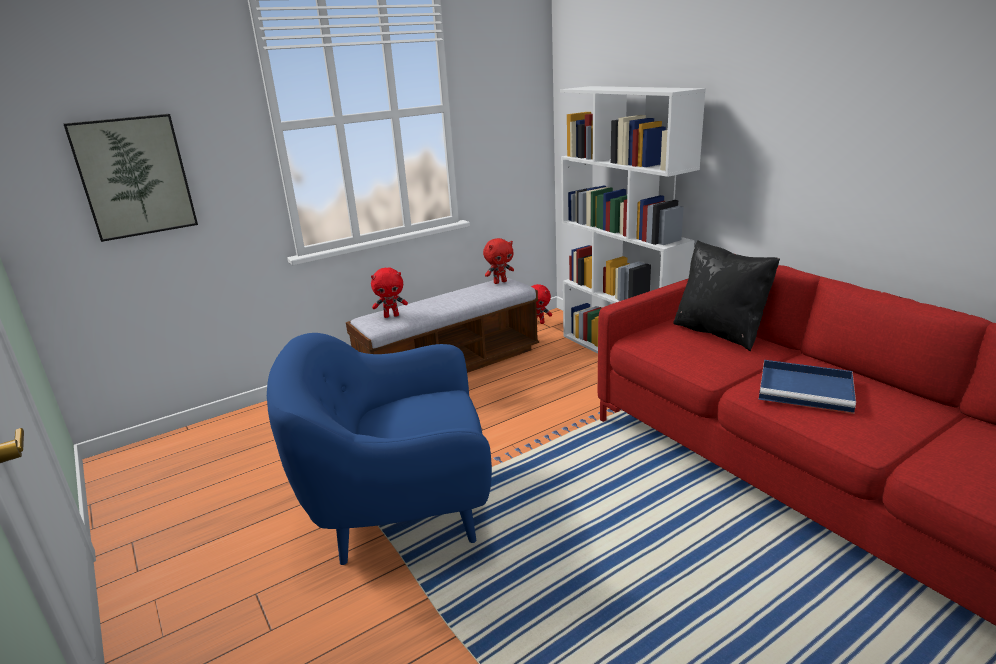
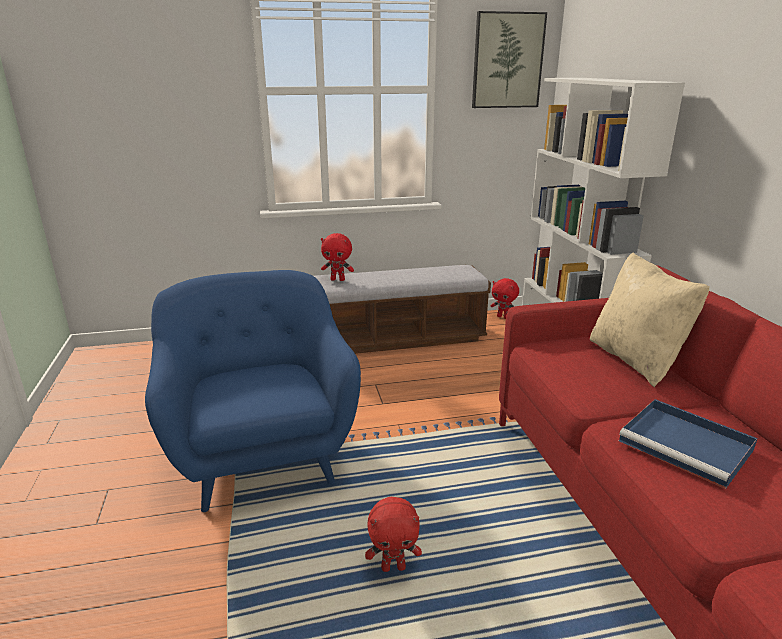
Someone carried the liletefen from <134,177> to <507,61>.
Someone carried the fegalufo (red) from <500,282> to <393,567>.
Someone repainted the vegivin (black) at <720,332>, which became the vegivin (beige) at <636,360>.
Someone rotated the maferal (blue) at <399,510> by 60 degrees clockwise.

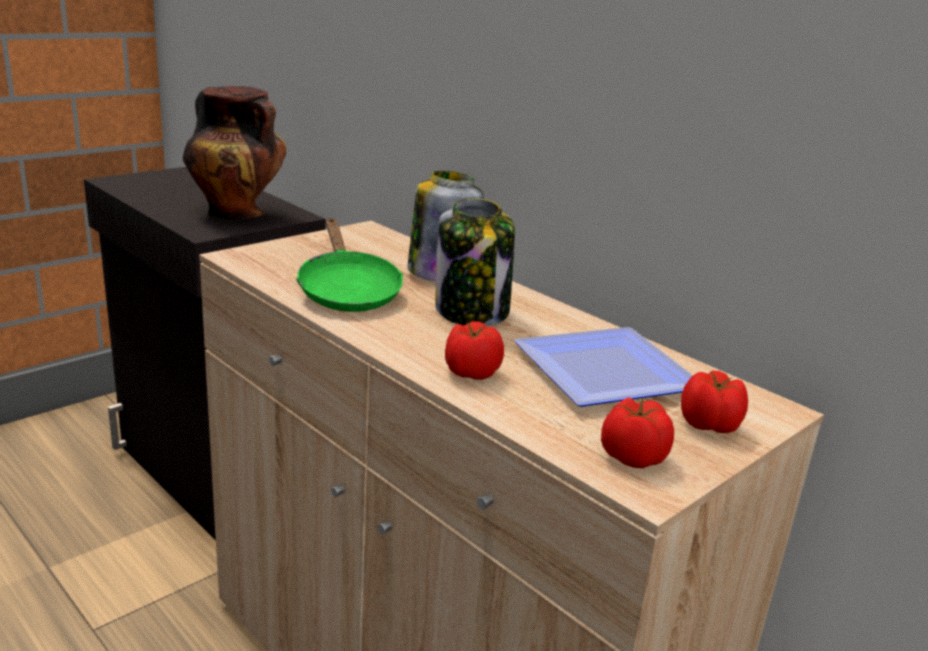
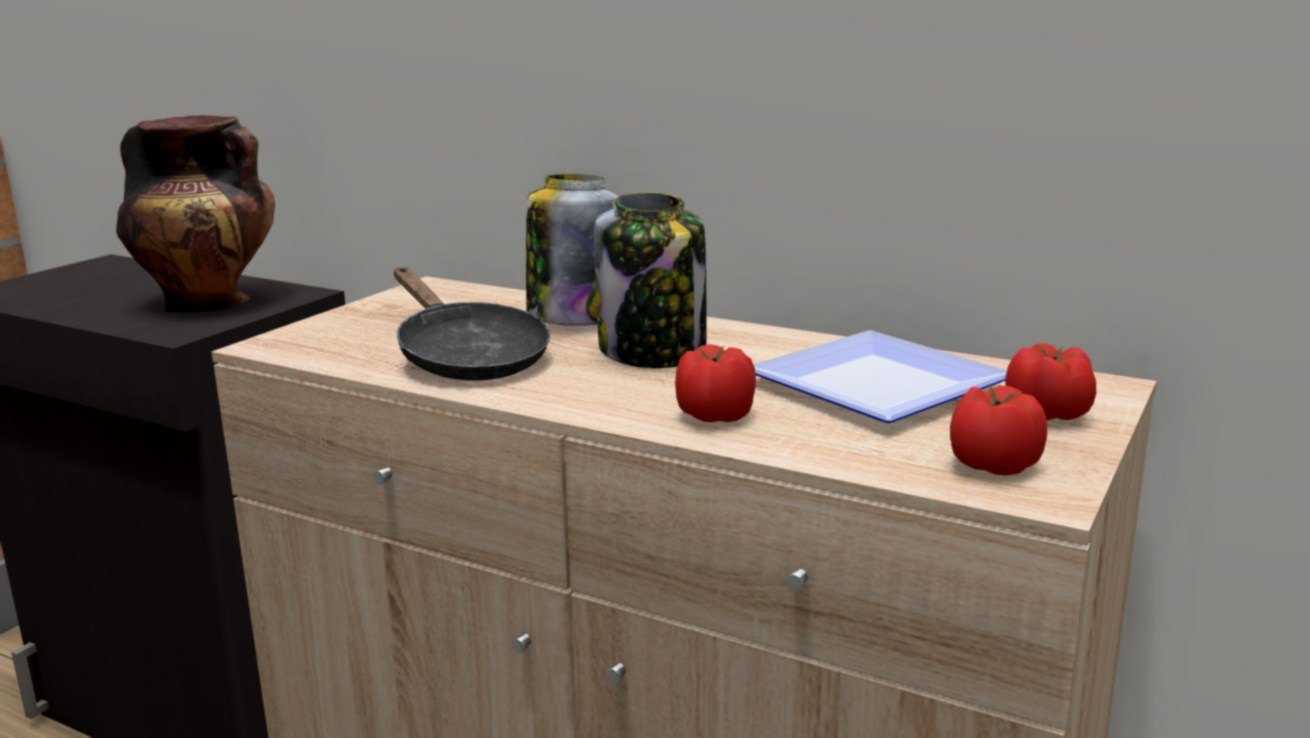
Someone repainted the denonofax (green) at <347,291>, which became the denonofax (black) at <466,358>.

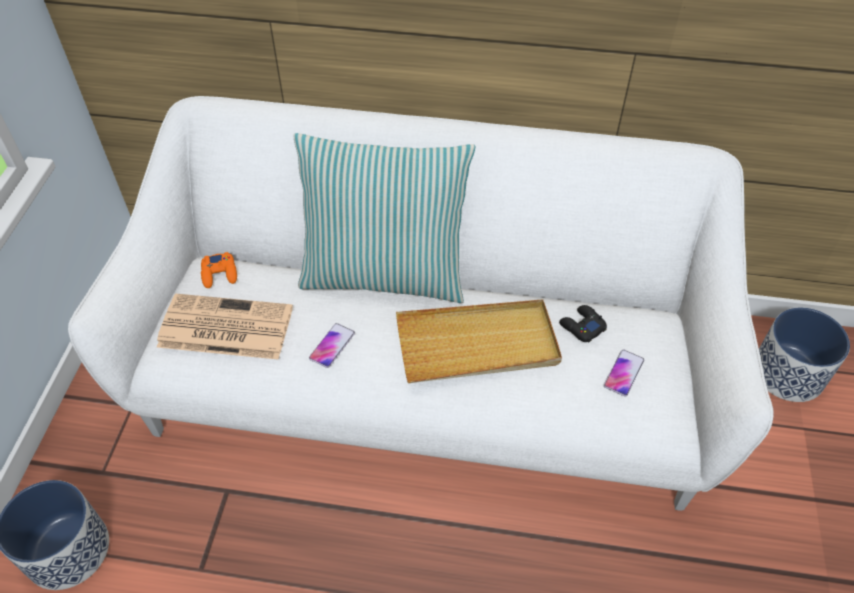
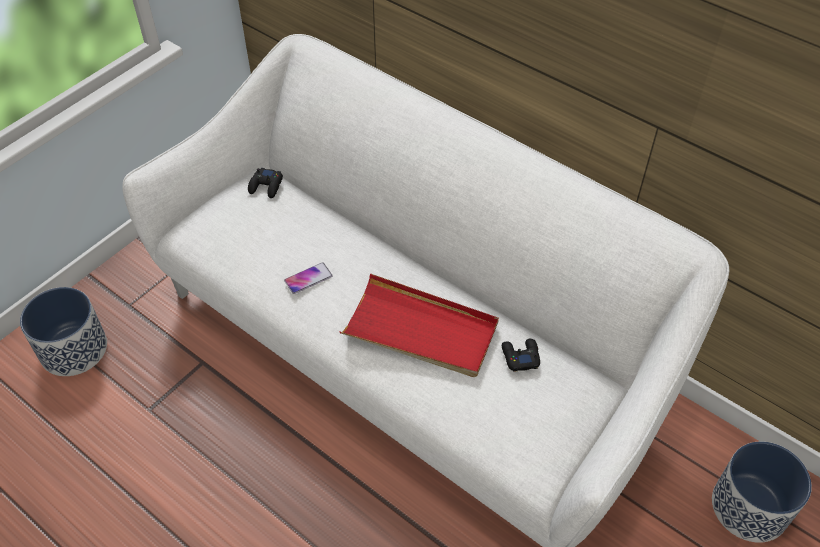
Someone took away the vegivin at <384,274>.
Someone repainted the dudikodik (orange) at <220,273>, which became the dudikodik (black) at <266,186>.
Someone took away the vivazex at <224,328>.
Someone repainted the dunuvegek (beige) at <477,345>, which became the dunuvegek (red) at <421,330>.
Someone took away the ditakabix at <623,373>.

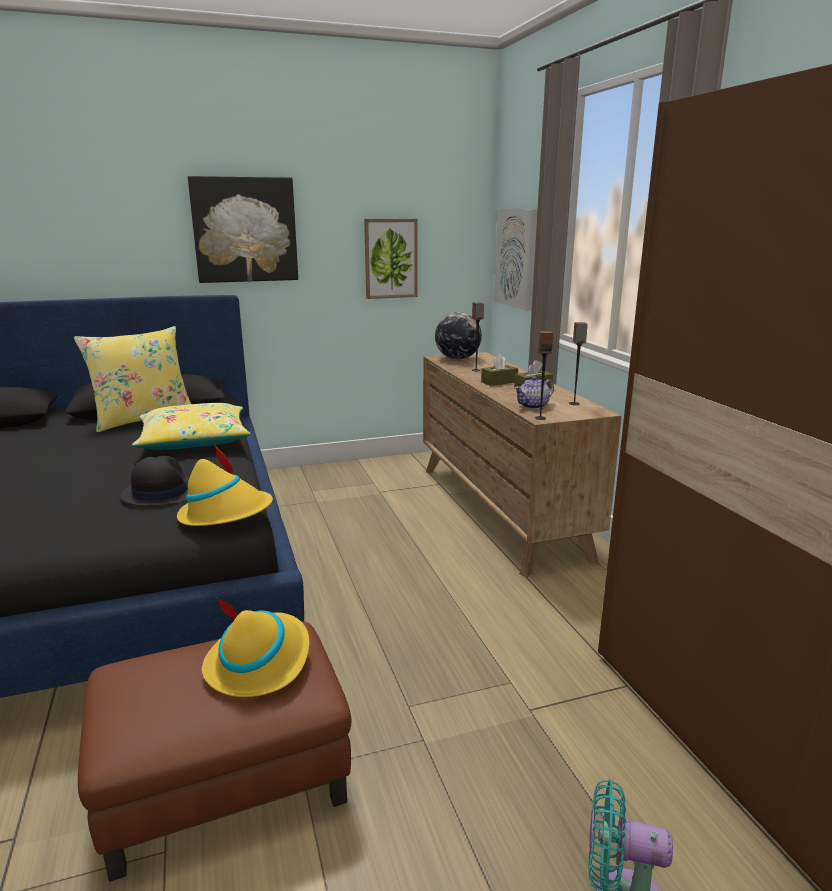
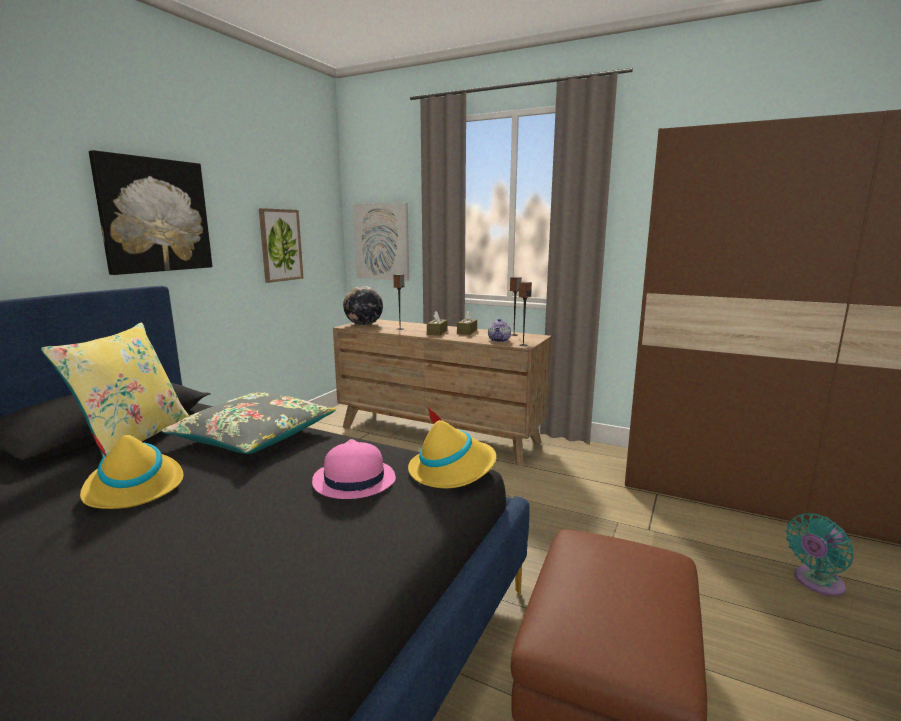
Someone repainted the vegivin (yellow) at <194,440>, which became the vegivin (grey) at <254,437>.
Someone repainted the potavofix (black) at <160,492>, which became the potavofix (pink) at <353,480>.
Someone carried the potavofix (yellow) from <259,661> to <134,487>.

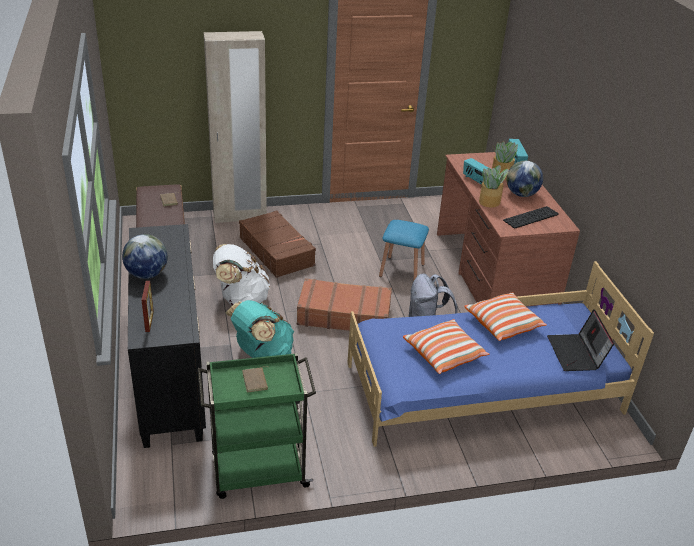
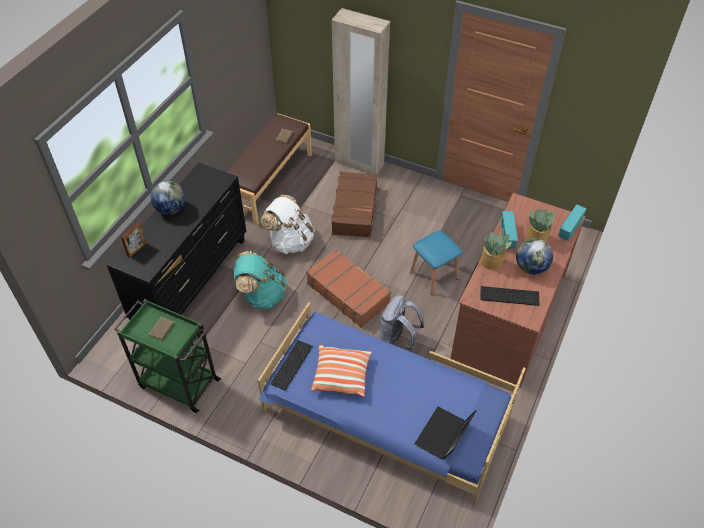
Someone took away the vegivin at <503,324>.
Someone put down the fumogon at <292,366>.

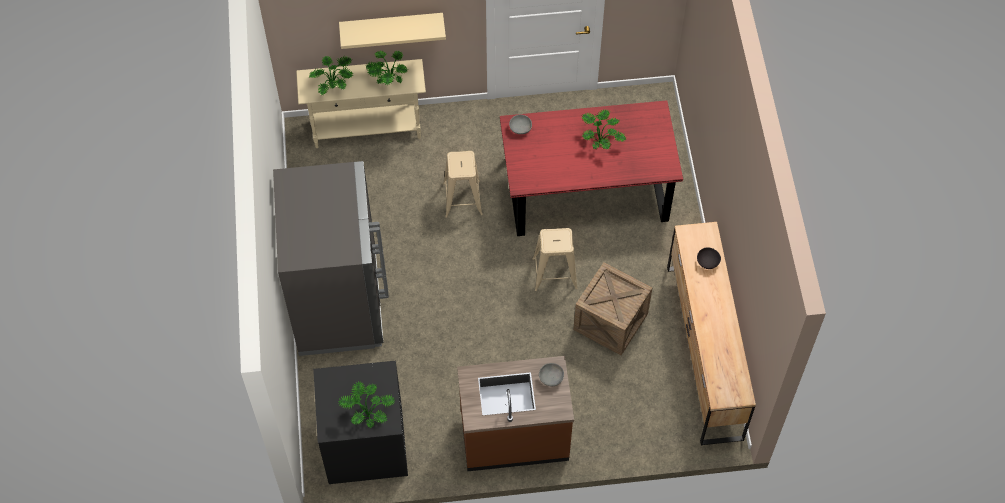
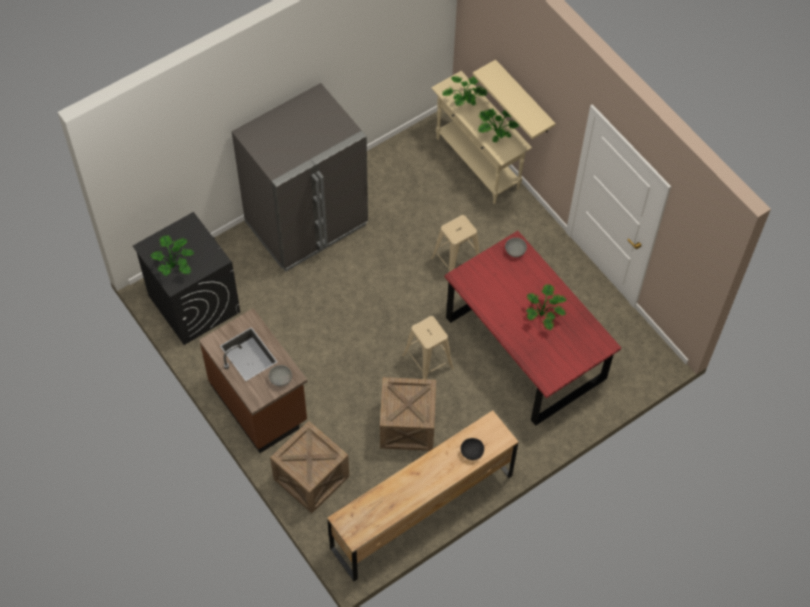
Someone put down the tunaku at <311,478>.

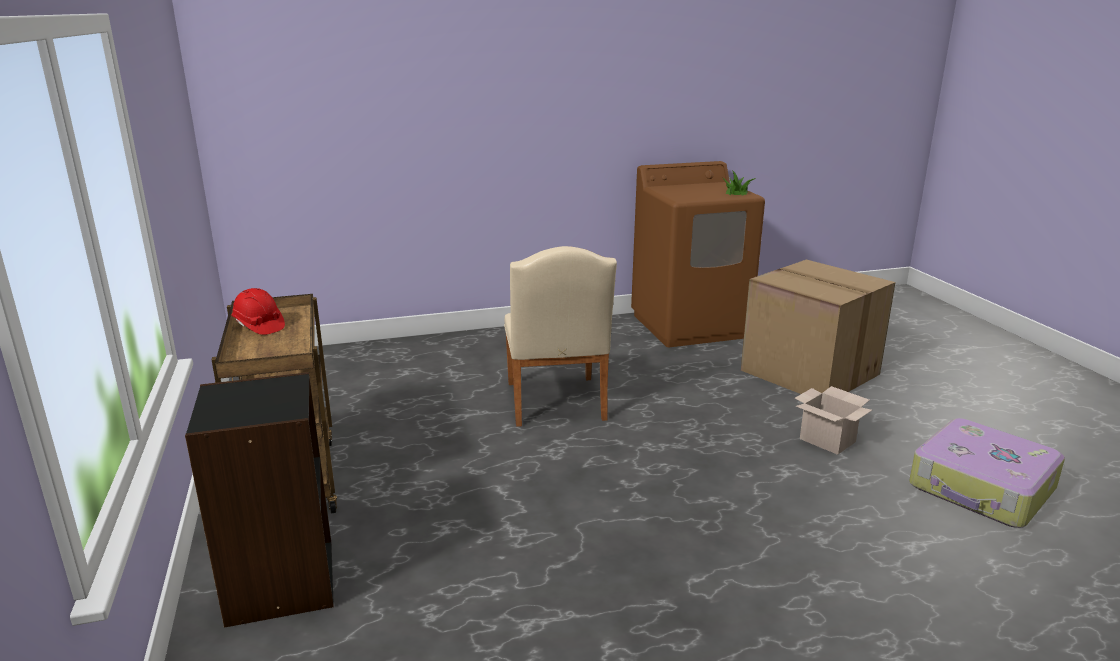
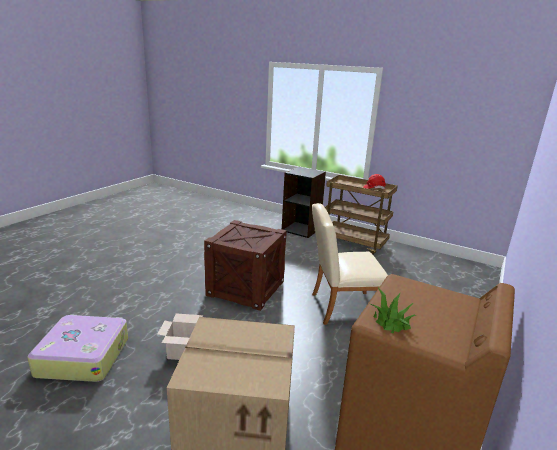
Someone rotated the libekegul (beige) at <556,405> by 45 degrees counterclockwise.
Someone put down the tunaku at <246,288>.

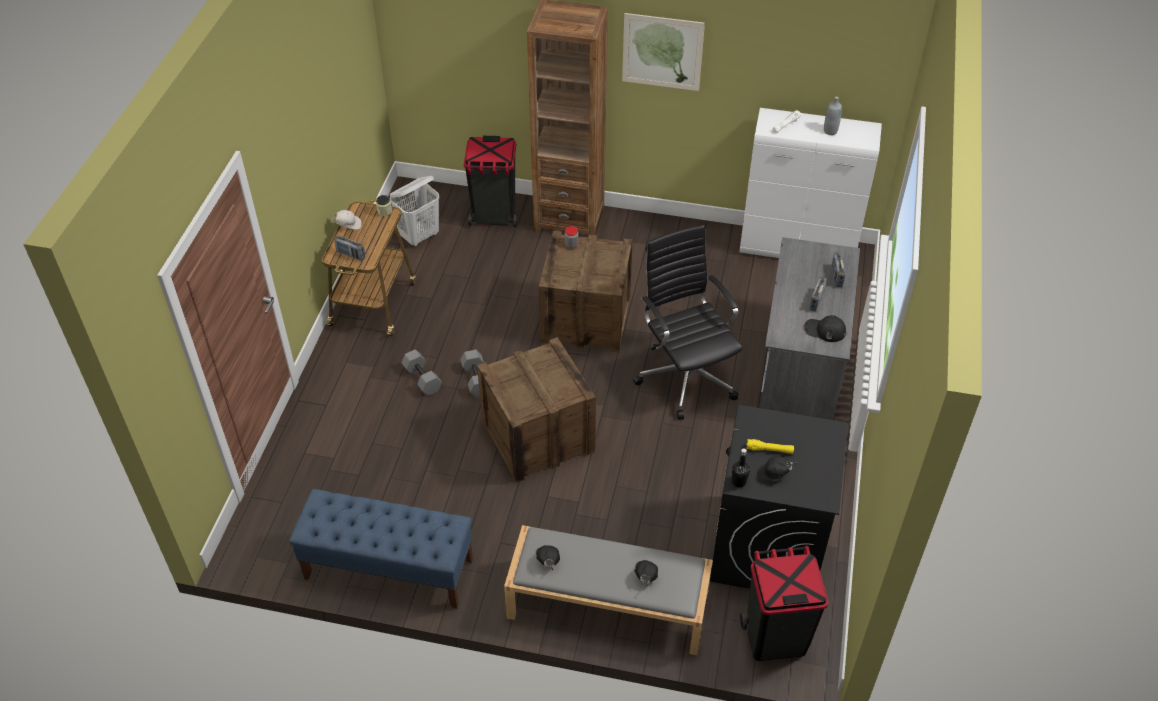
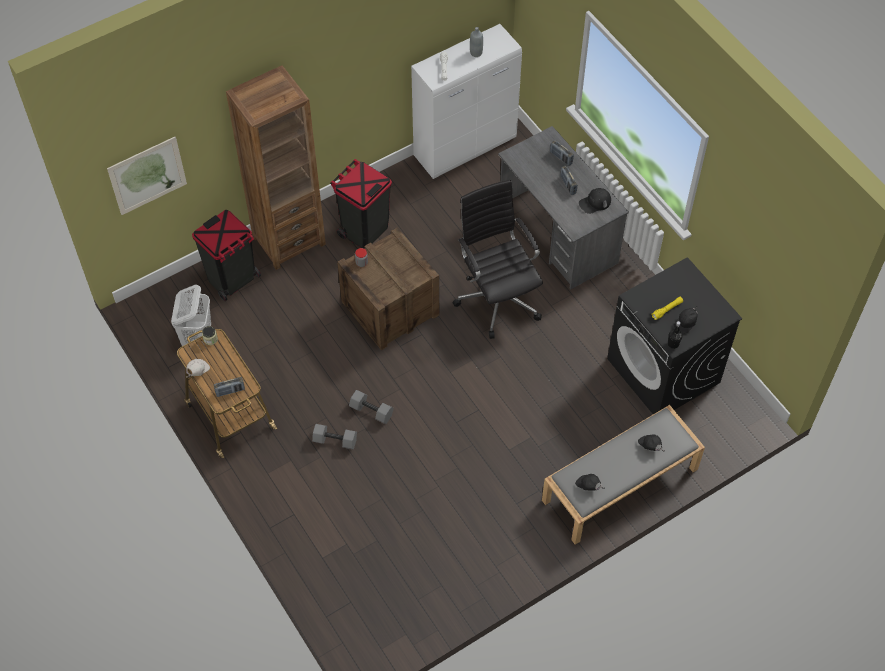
Someone carried the liletefen from <662,52> to <147,175>.
Someone rotated the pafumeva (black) at <686,375> by 45 degrees clockwise.
Someone took away the tunaku at <537,436>.
Someone took away the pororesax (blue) at <388,569>.
Someone carried the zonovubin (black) from <775,637> to <364,230>.

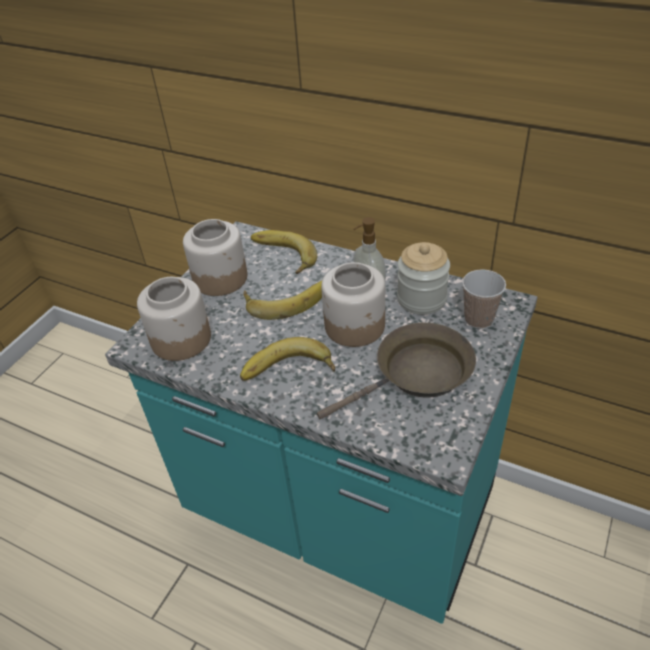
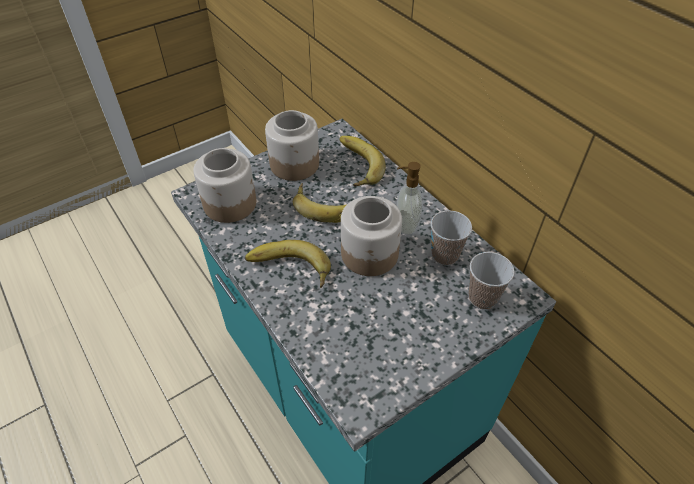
Someone swapped the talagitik at <421,299> for the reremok at <445,255>.
Someone took away the denonofax (brown) at <417,375>.

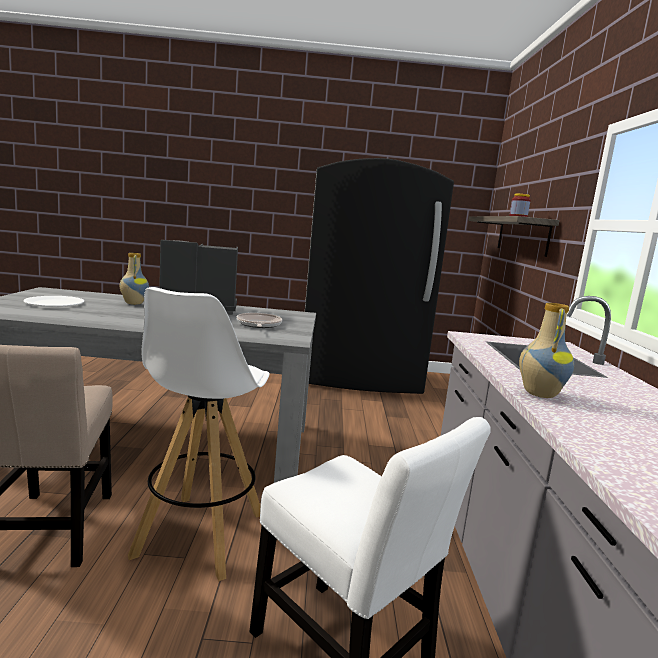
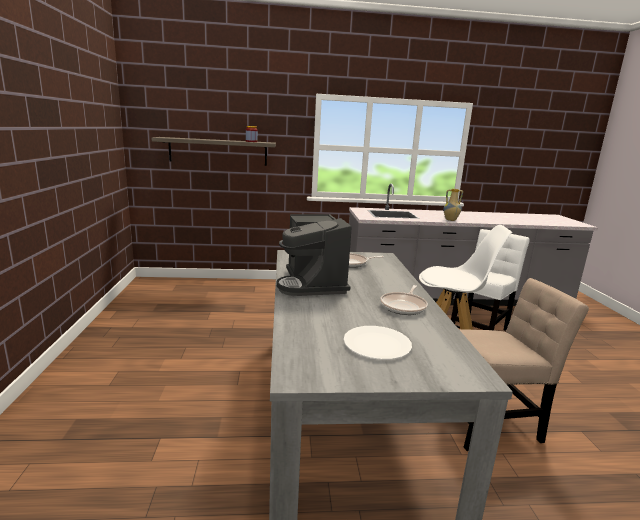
Someone took away the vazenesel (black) at <359,378>.
Someone took away the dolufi at <133,303>.
Someone put down the denonofax at <404,306>.

